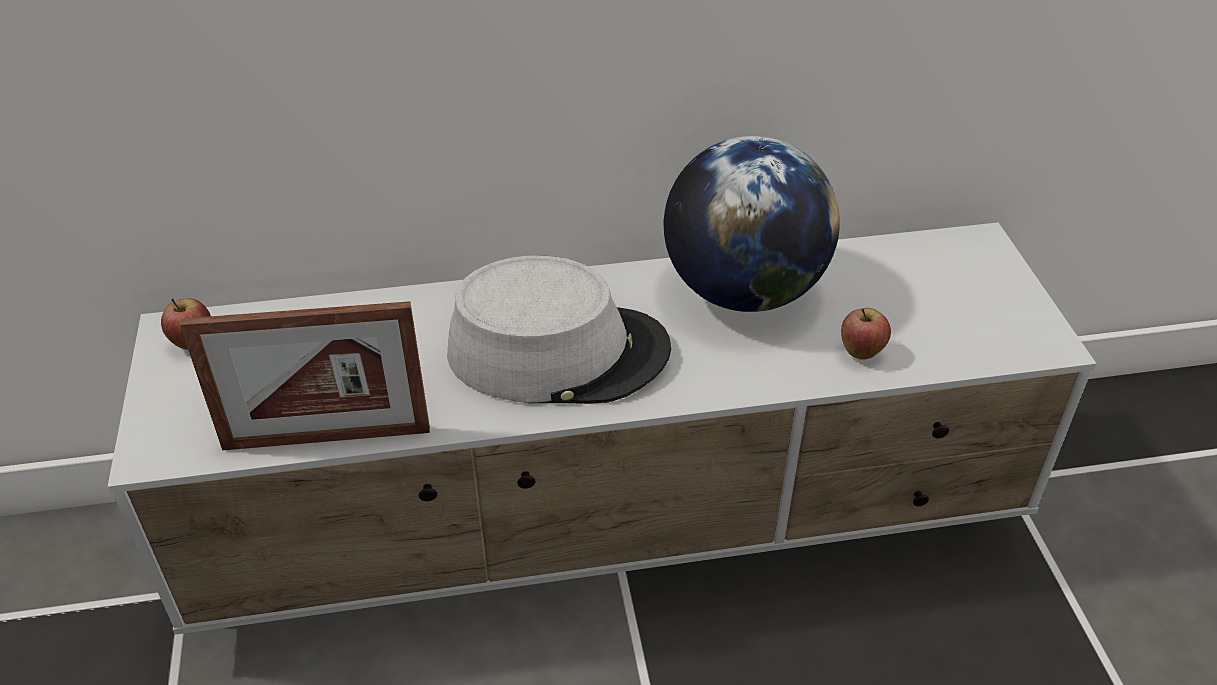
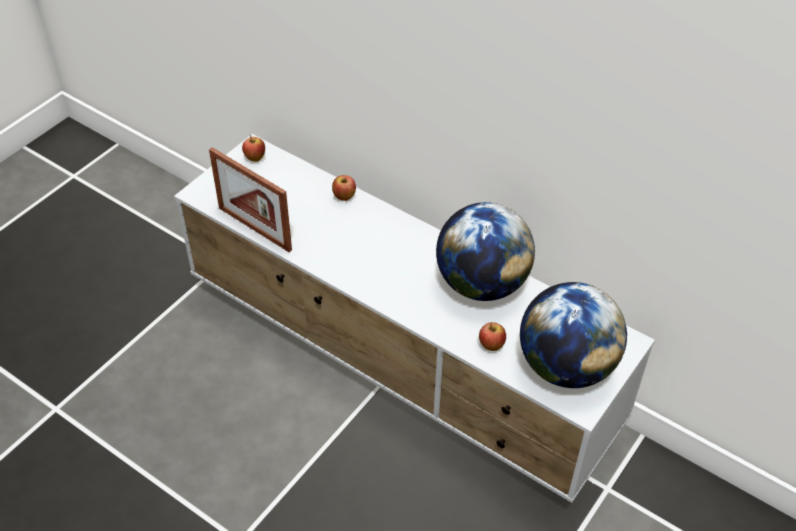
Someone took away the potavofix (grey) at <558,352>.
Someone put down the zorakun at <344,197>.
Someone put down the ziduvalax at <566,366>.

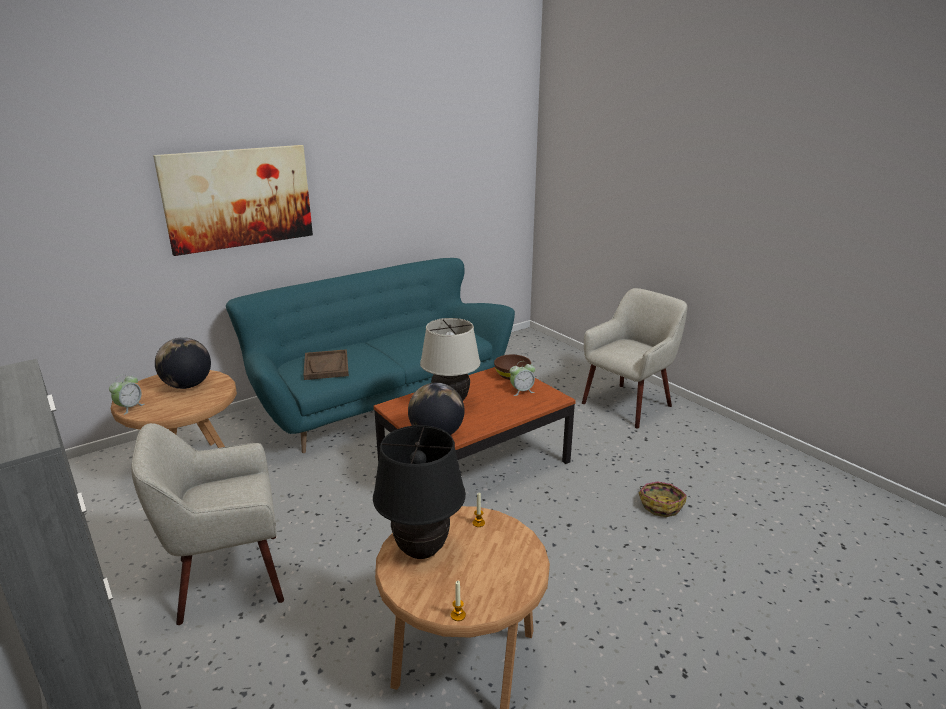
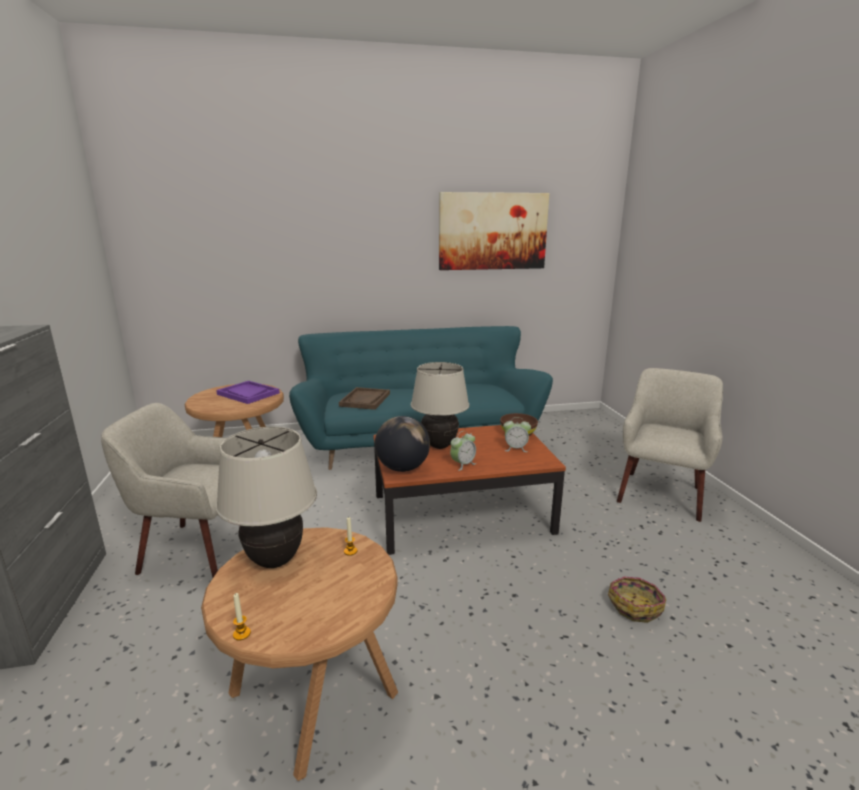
Someone carried the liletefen from <238,198> to <493,231>.
Someone rotated the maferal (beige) at <628,404> by 45 degrees counterclockwise.
Someone swapped the ziduvalax at <187,385> for the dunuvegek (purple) at <248,394>.
Someone carried the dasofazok from <129,407> to <463,464>.
Someone repainted the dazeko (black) at <422,551>, which became the dazeko (beige) at <275,561>.

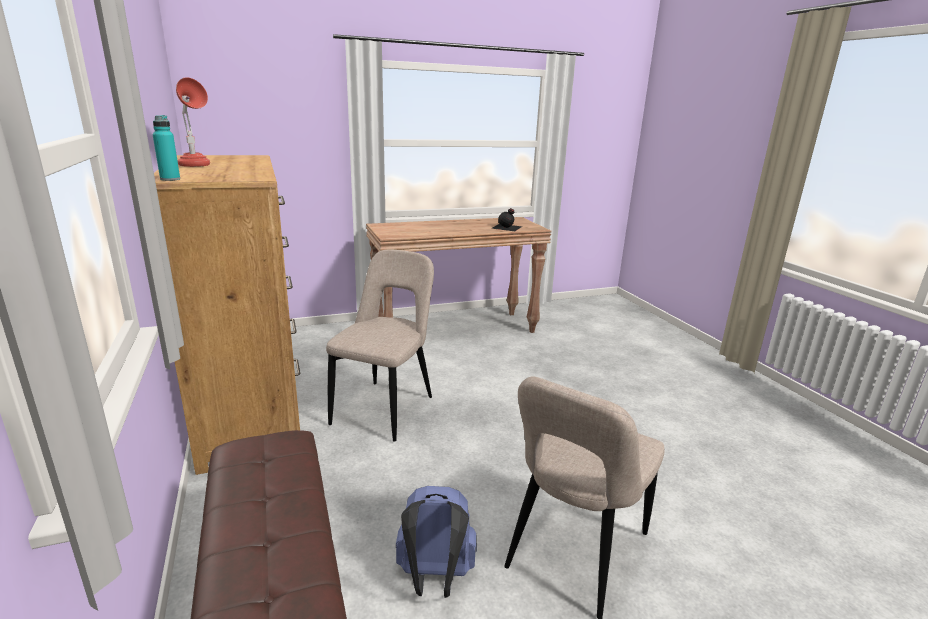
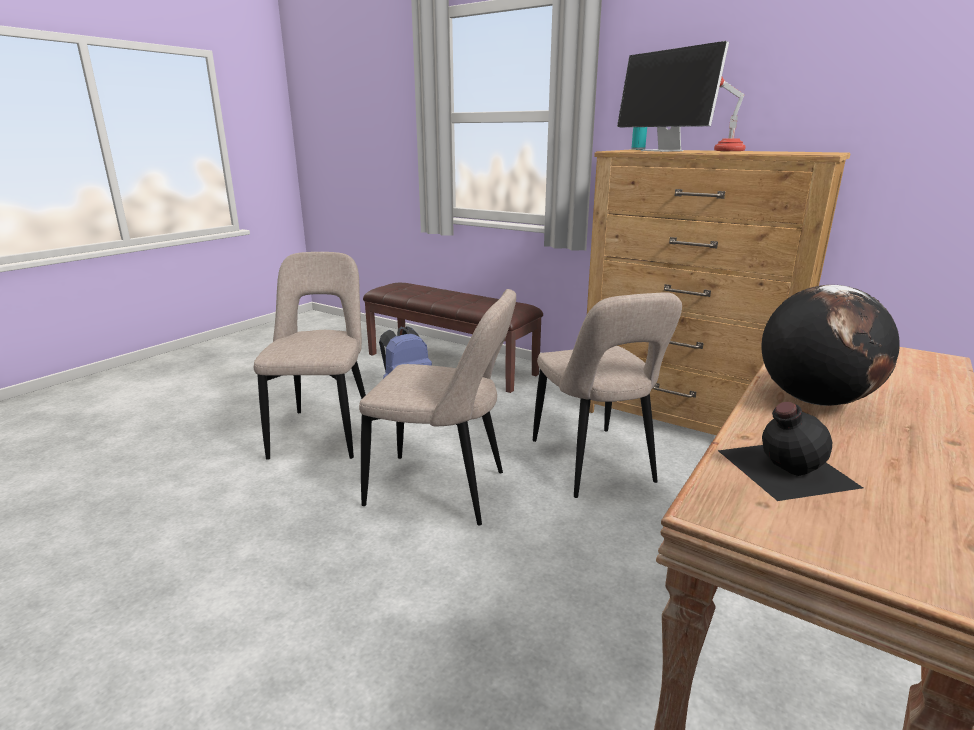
Someone put down the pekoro at <663,151>.
Someone put down the ziduvalax at <813,400>.
Someone put down the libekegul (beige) at <443,490>.

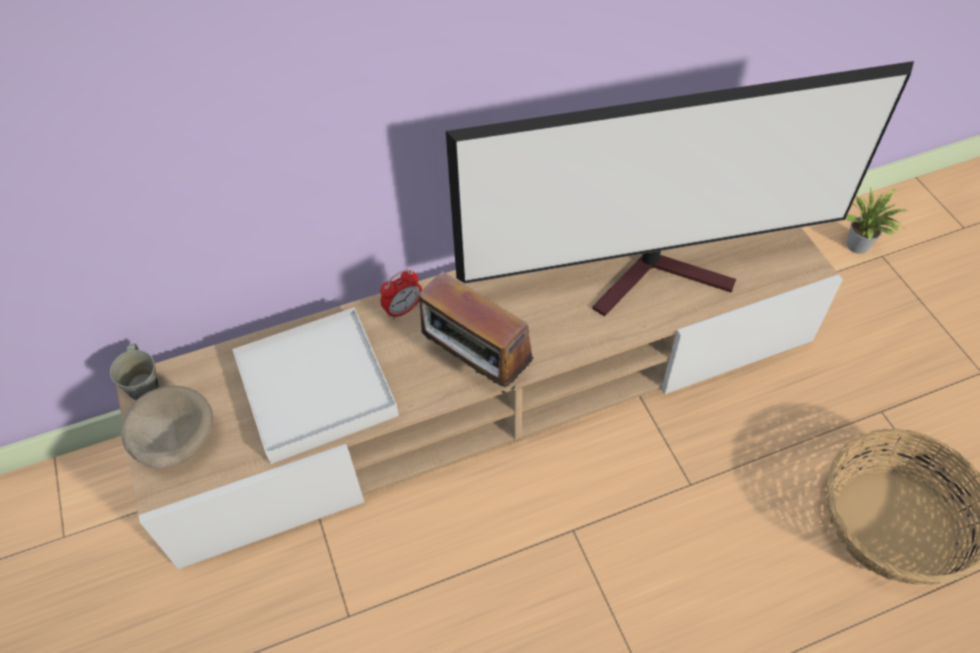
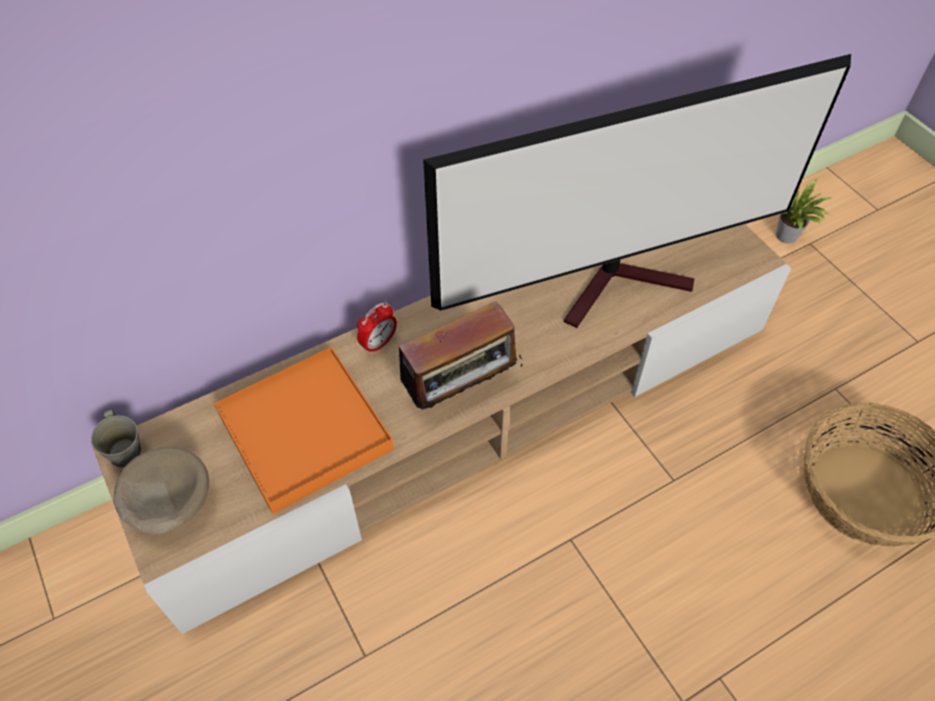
Someone rotated the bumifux at <476,366> by 60 degrees counterclockwise.
Someone repainted the dunuvegek (white) at <316,388>, which became the dunuvegek (orange) at <305,432>.

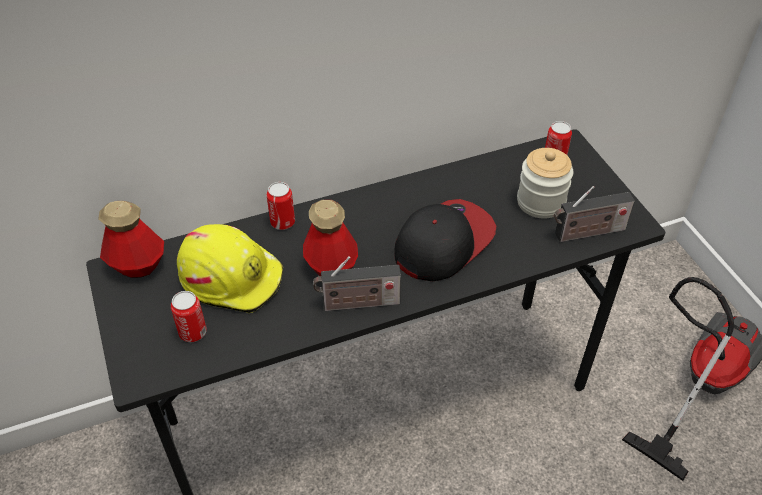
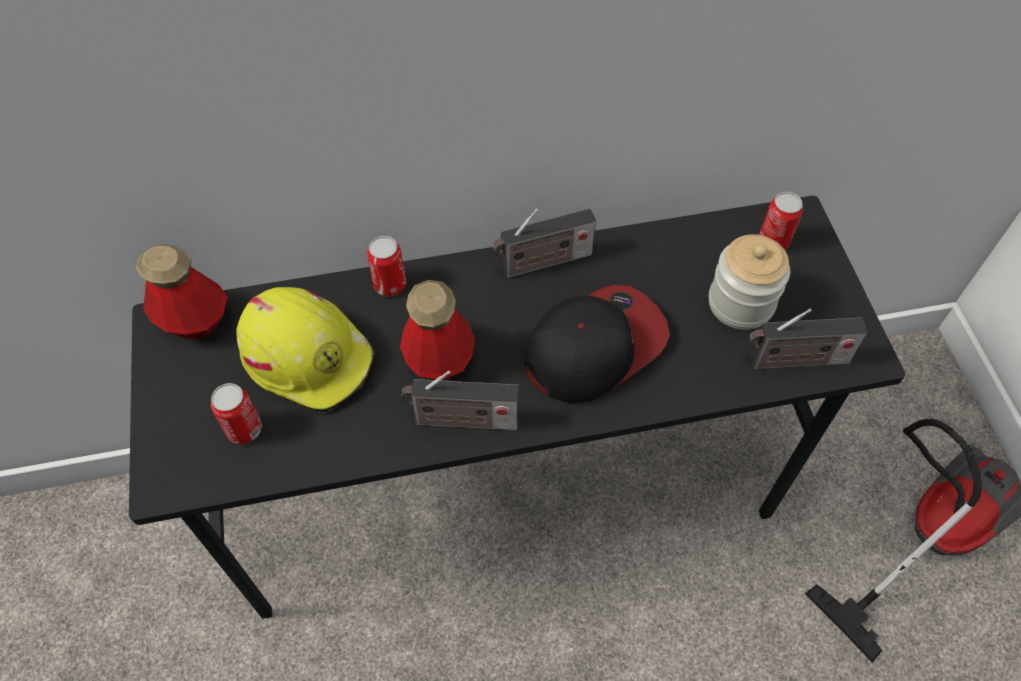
Someone put down the bumifux at <542,263>.

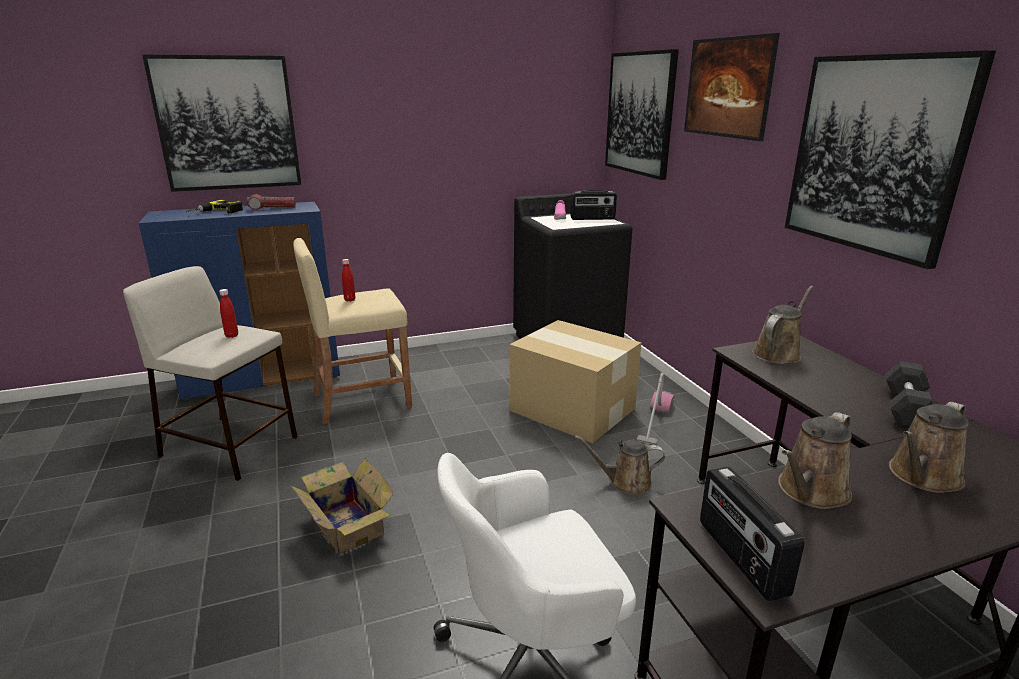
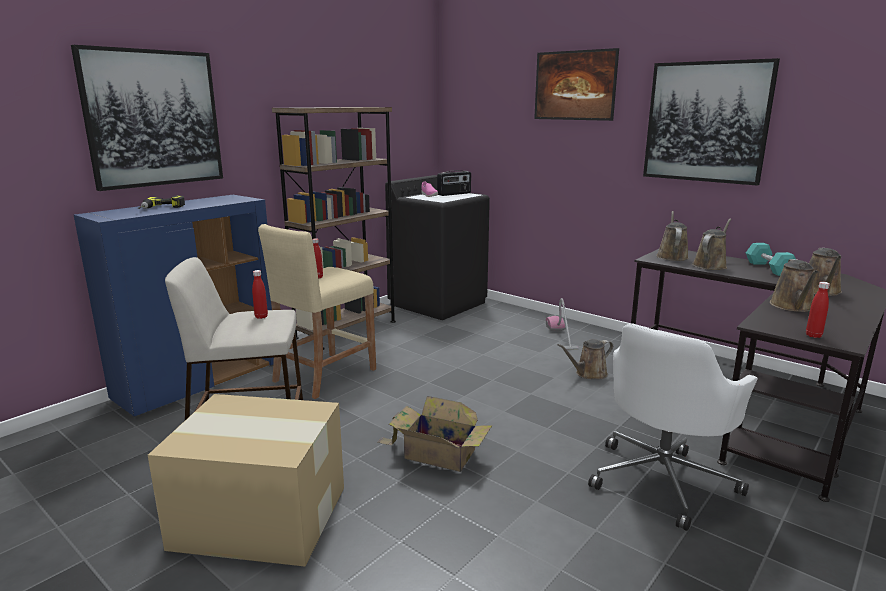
Someone took away the liletefen at <640,113>.
Someone took away the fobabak at <272,208>.
Someone carried the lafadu from <571,408> to <259,516>.
Someone repainted the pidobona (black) at <906,409>, which became the pidobona (turquoise) at <769,268>.
Someone swapped the bumifux at <740,557> for the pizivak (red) at <813,335>.
Someone put down the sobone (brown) at <346,329>.
Someone put down the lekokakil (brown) at <710,265>.

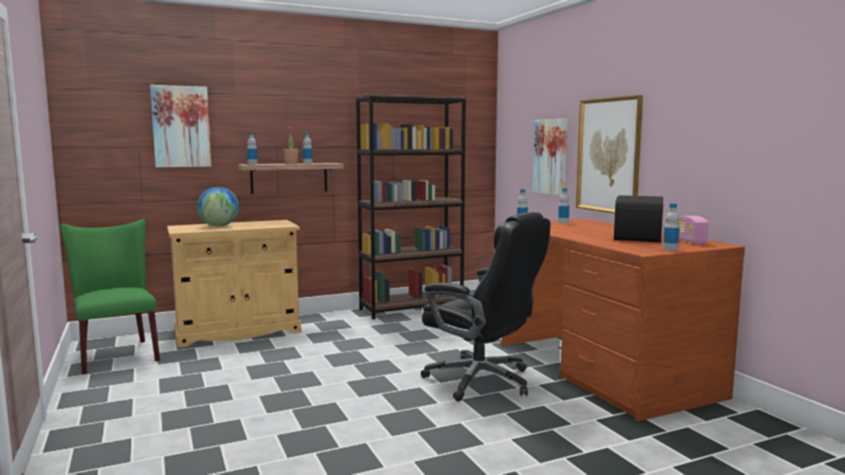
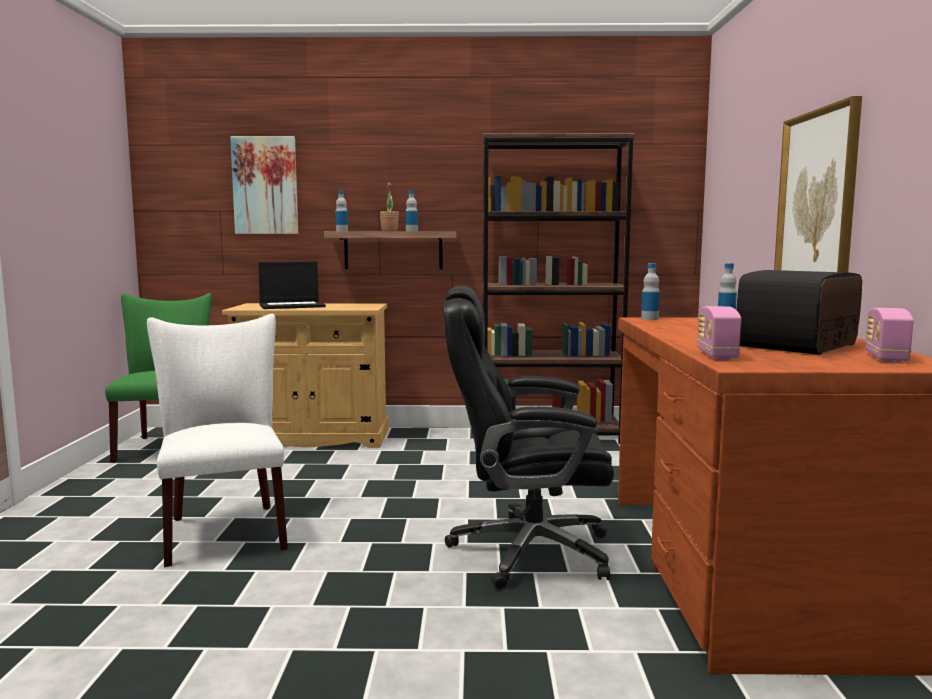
Someone took away the liletefen at <551,156>.
Someone swapped the ziduvalax at <219,226> for the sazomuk at <292,306>.
Someone took away the pizivak at <670,249>.
Someone rotated the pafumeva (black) at <482,381> by 120 degrees clockwise.
Someone put down the bumifux at <716,355>.
Someone put down the libekegul (white) at <224,530>.

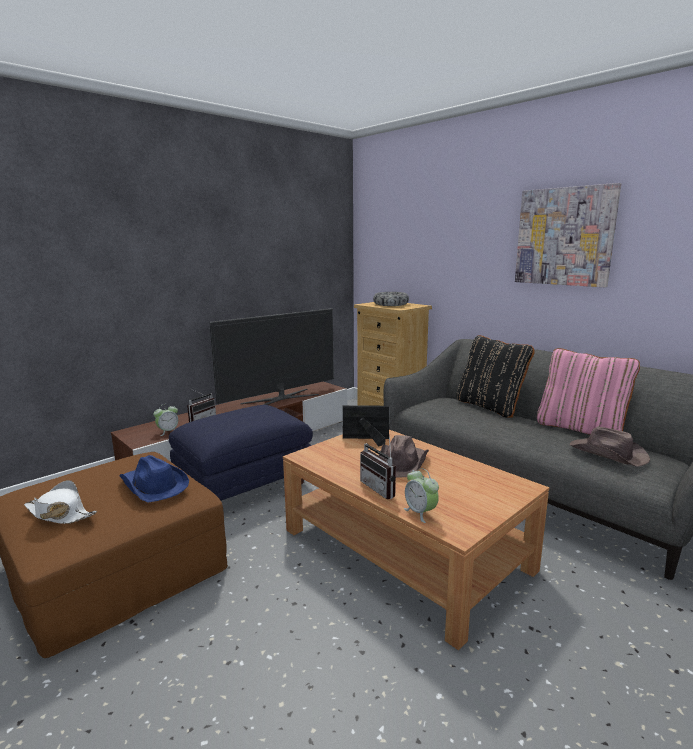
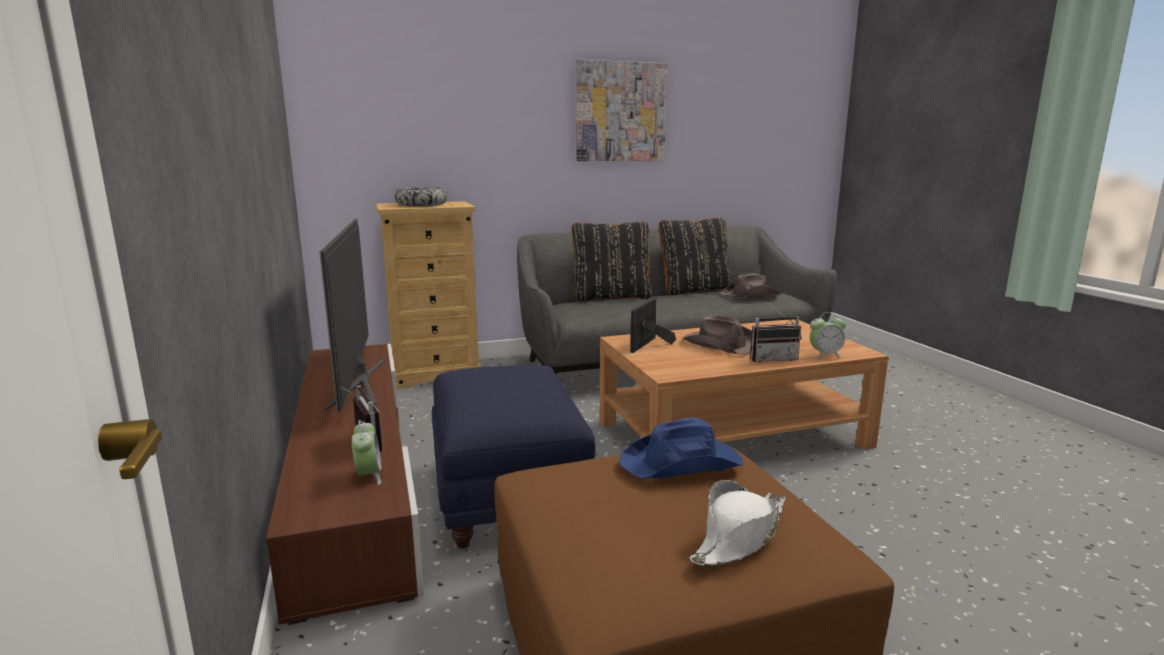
Someone repainted the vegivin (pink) at <580,429>, which became the vegivin (black) at <694,290>.

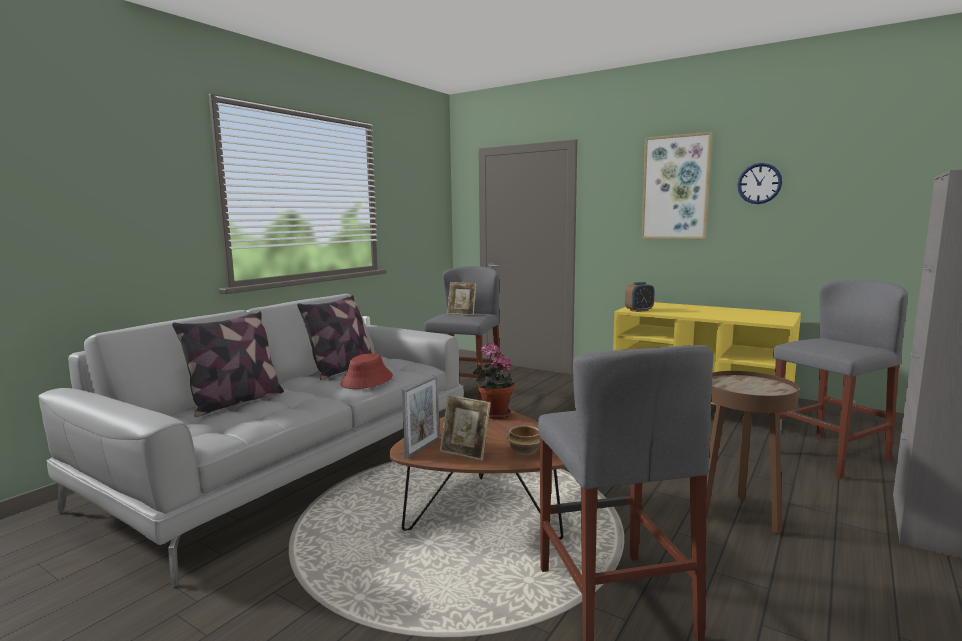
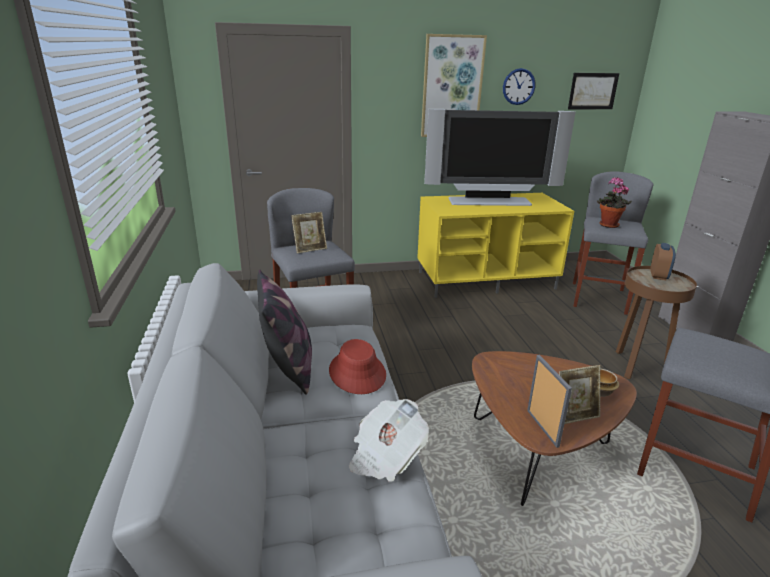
Someone carried the dasofazok from <639,310> to <658,276>.
Someone took away the vegivin at <236,402>.
Someone carried the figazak from <494,414> to <608,225>.
Someone put up the liletefen at <593,91>.
Someone put down the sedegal at <490,202>.
Someone put down the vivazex at <385,456>.

